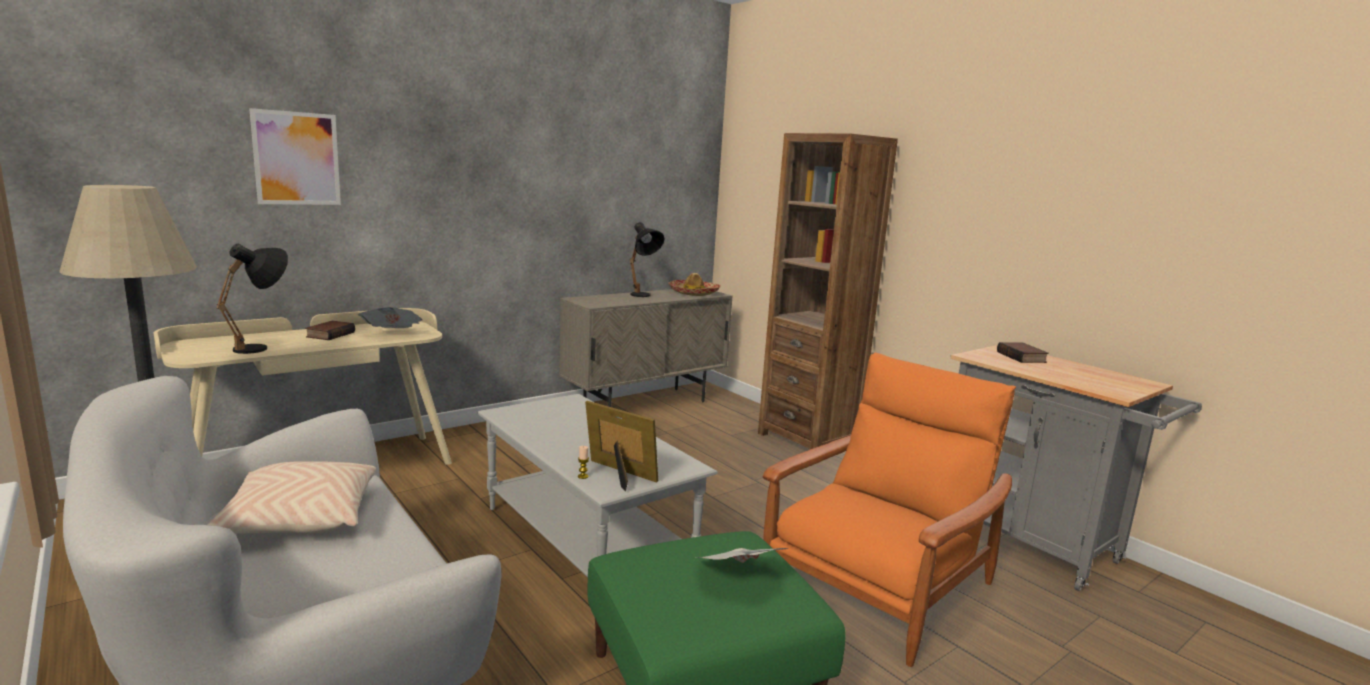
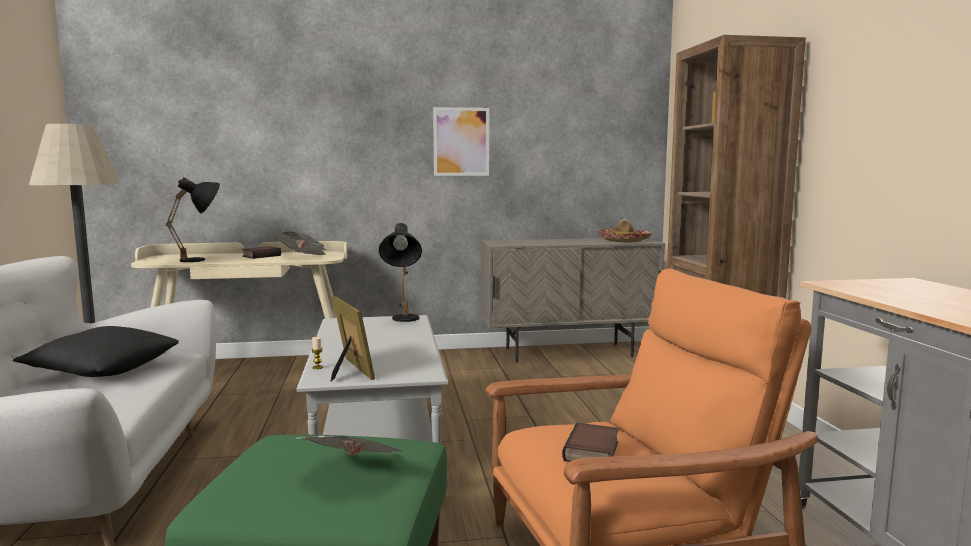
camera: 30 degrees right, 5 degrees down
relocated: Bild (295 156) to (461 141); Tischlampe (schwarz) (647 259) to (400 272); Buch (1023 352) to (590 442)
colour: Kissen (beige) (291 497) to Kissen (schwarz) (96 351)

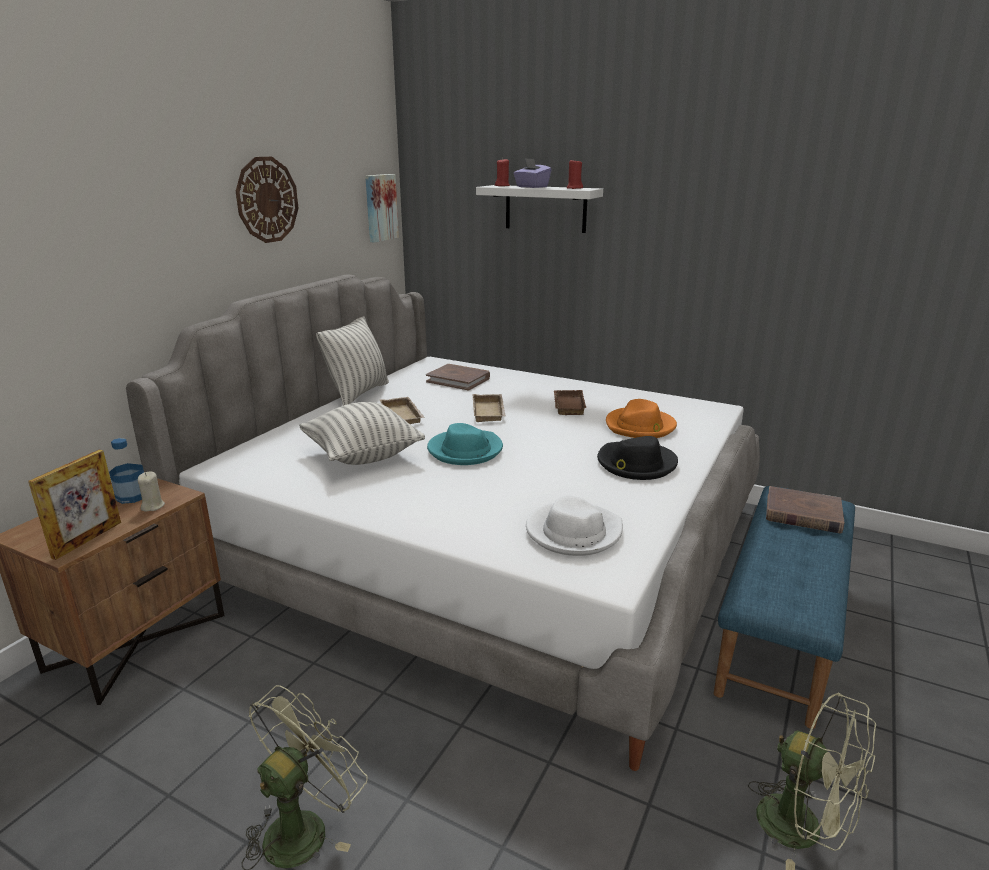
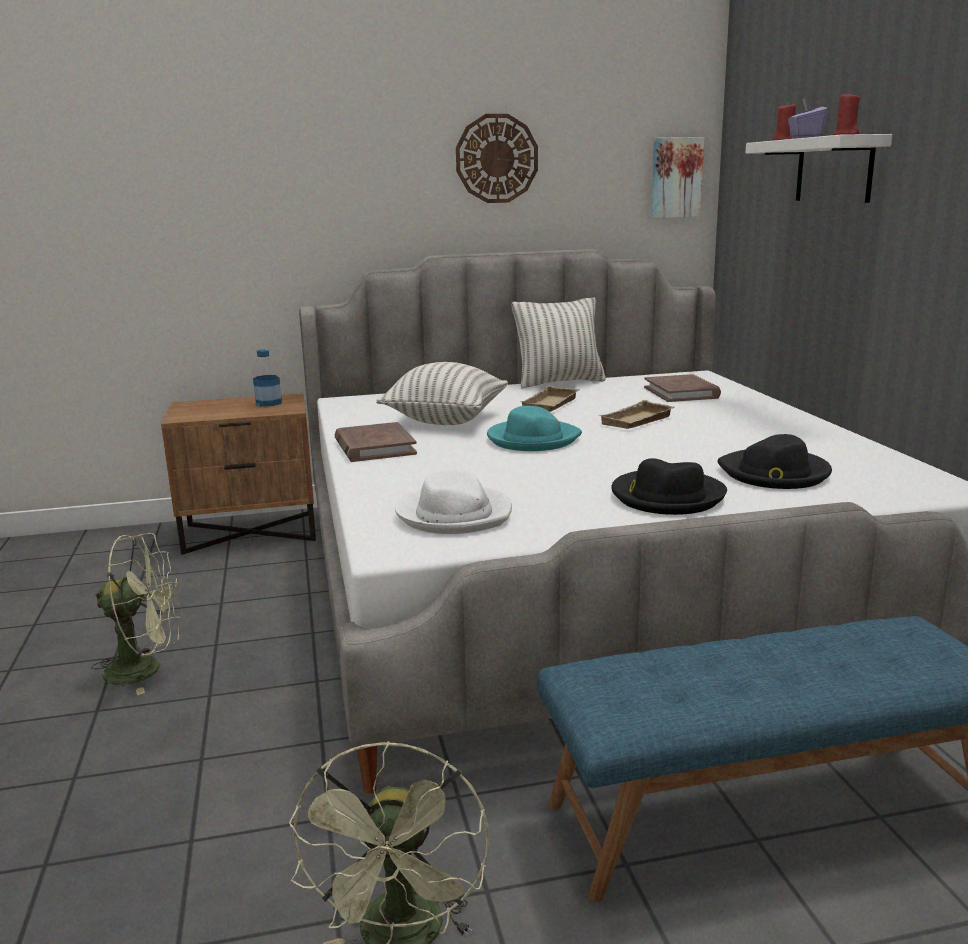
camera: 50 degrees right, 5 degrees down
missing: Tablett (braun) (570 402); Bilderrahmen (74 505); Kerze (beige) (151 491)
relocated: Buch (braun) (805 510) to (376 442)
colour: Hut (orange) (641 418) to Hut (schwarz) (775 461)

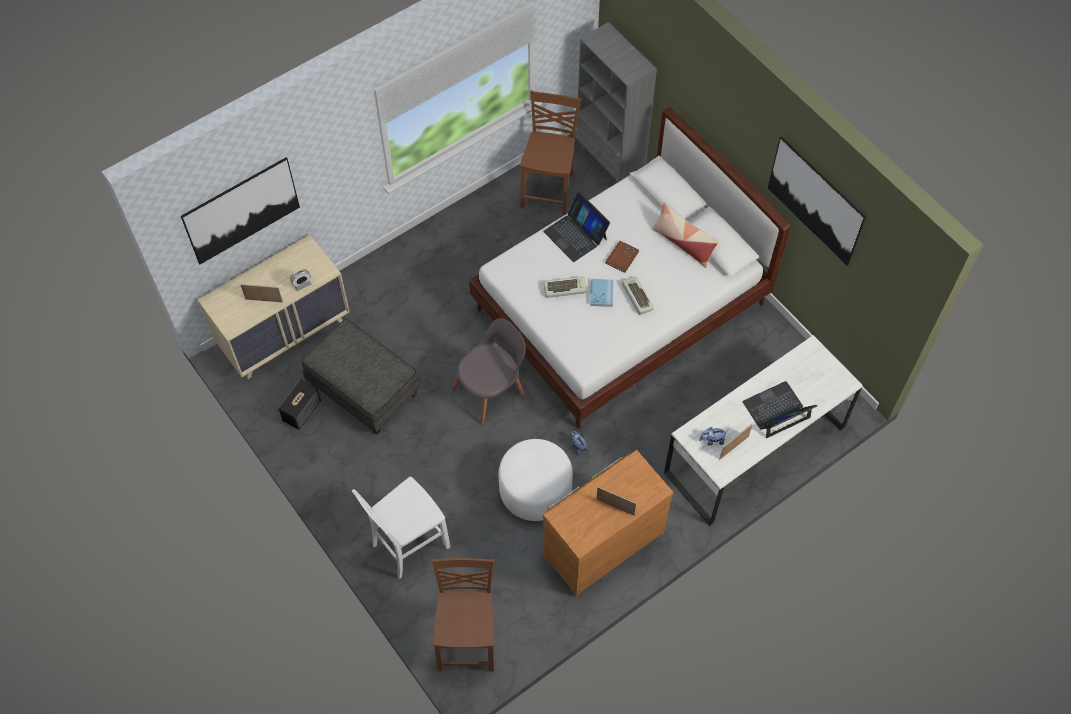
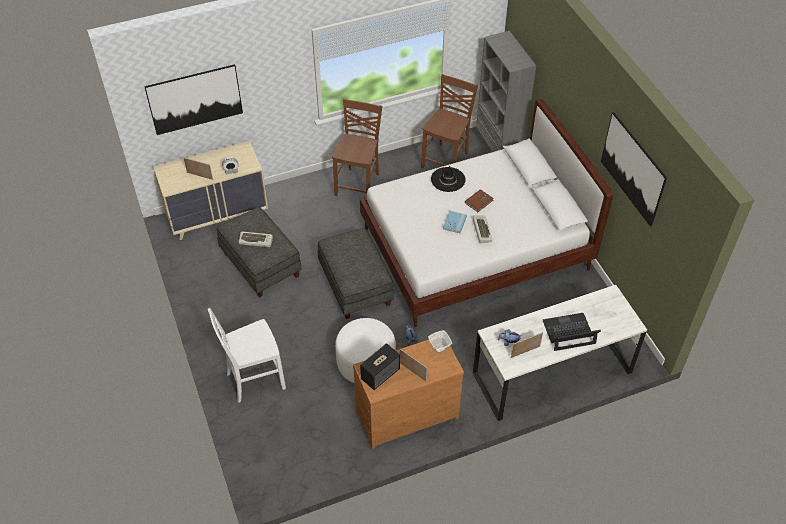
camera: 15 degrees right, 10 degrees down
missing: Kissen (686 235)
appeared: Schüssel (440 341)
relocated: Tastatur (565 287) to (255 239); Lautsprecher (299 404) to (380 366); Stuhl (braun) (463 615) to (357 148)
exchanged: Laptop (576 227) to Hut (schwarz) (448 179); Stuhl (grau) (489 371) to Polsterhocker (grau) (356 273)

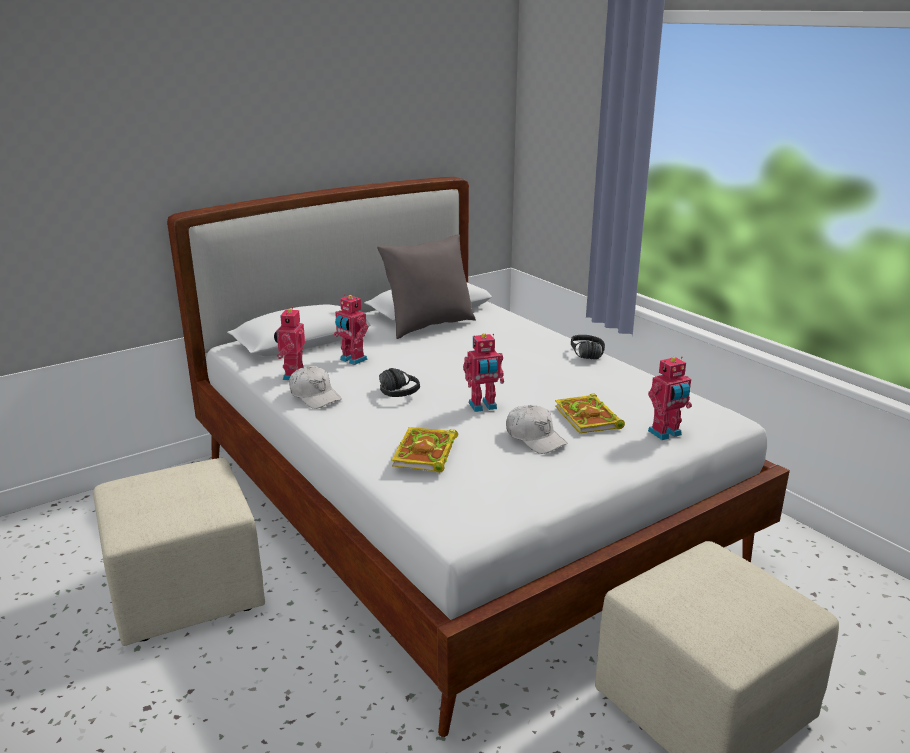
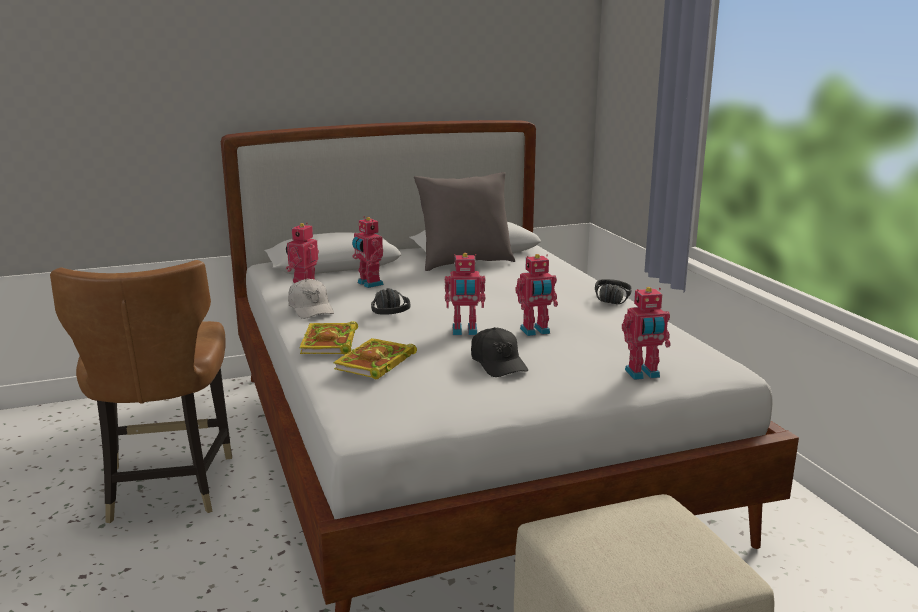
camera: 15 degrees right, 5 degrees down
appeared: Spielzeugroboter (536 295)
relocated: Buch (590 413) to (329 338)
exchanged: Polsterhocker (beige) (179 552) to Stuhl (braun) (141 391)
colour: Kappe (weiß) (537 429) to Kappe (schwarz) (499 352)

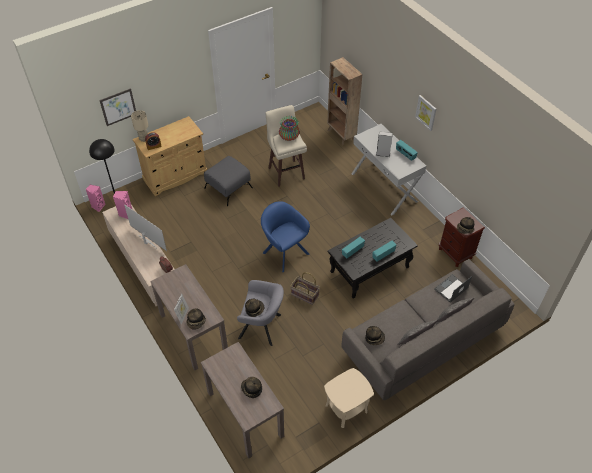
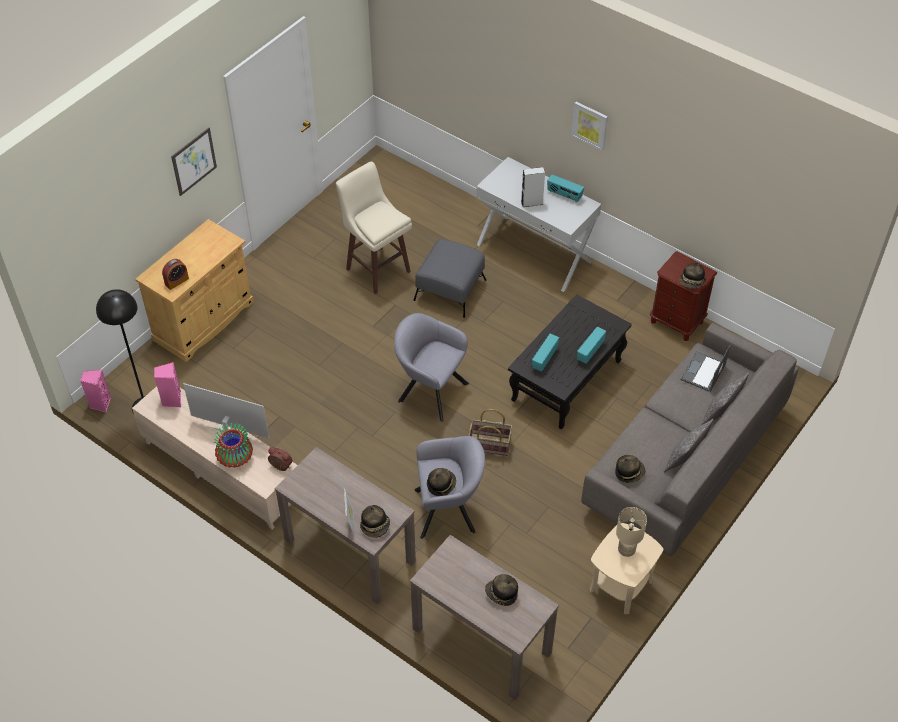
camera: 20 degrees left, 0 degrees up
missing: Bücherregal (braun) (344 101)
relocated: Bild (117 107) to (194 161); Tischlampe (beige) (139 126) to (631 532); Vase (289 128) to (233 445); Polsterhocker (grau) (228 181) to (449 278)
colour: Sessel (blau) (285 236) to Sessel (grau) (431 367)

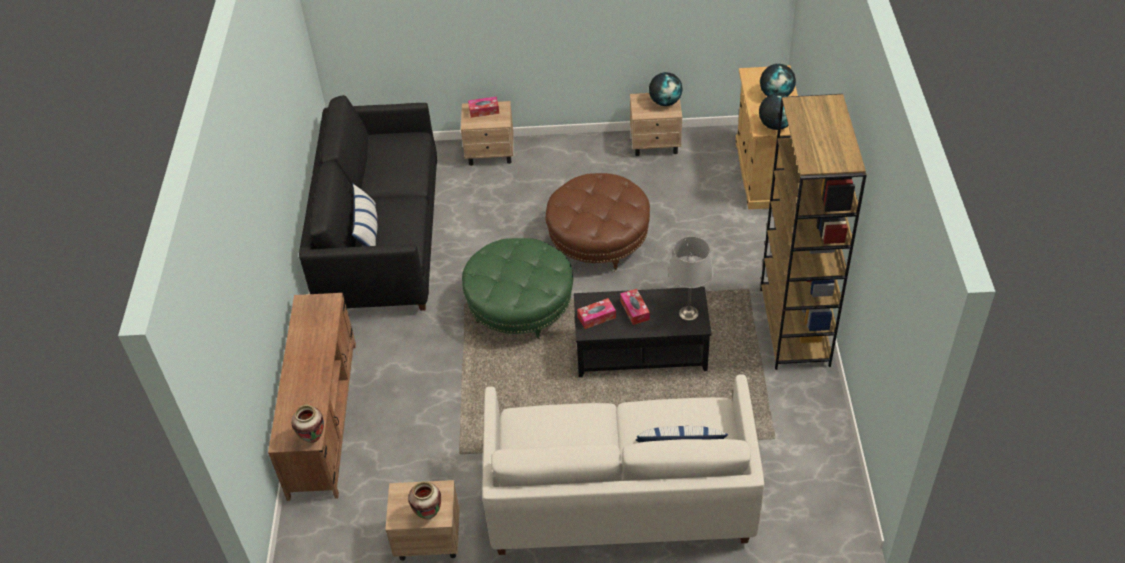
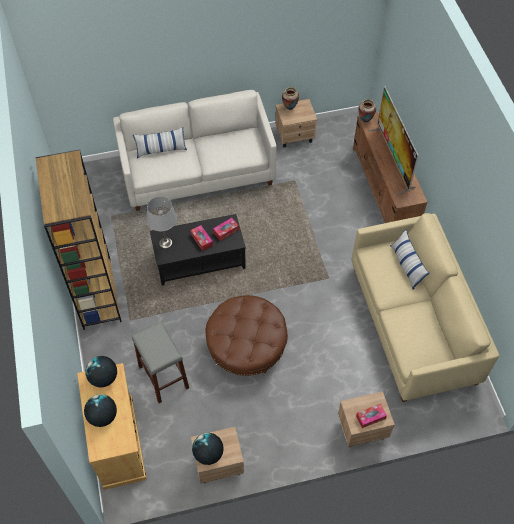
camera: 165 degrees right, 10 degrees up
missing: Polsterhocker (grün) (517 288)
appeared: Fernseher (393 141); Hocker (grau) (160 362)
colour: Sofa (schwarz) (368 203) to Sofa (beige) (425 307)

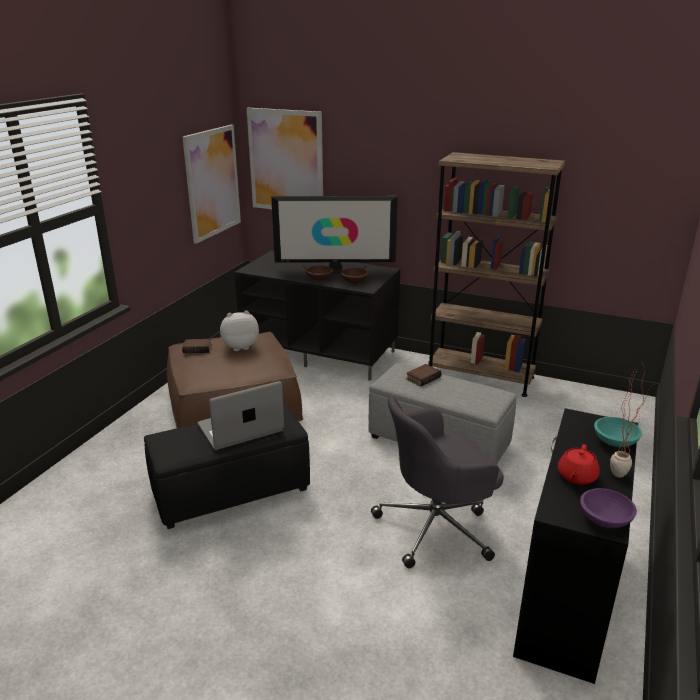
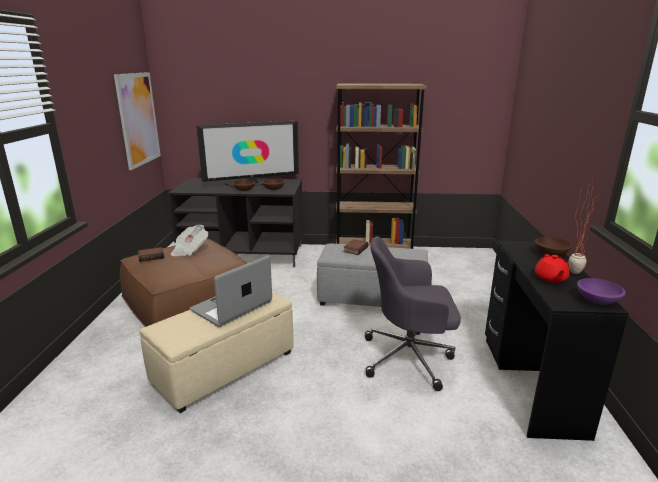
camera: 20 degrees left, 5 degrees down
missing: Bild (285 158)
exchanged: Plüschtier (239 331) to Zeitung (189 240)
colour: Polsterhocker (schwarz) (227 466) to Polsterhocker (beige) (217 352); Schüssel (türkis) (618 432) to Schüssel (braun) (553 246)
spun: Bürostuhl (grau) (437 482) = (413 313) 45 degrees clockwise

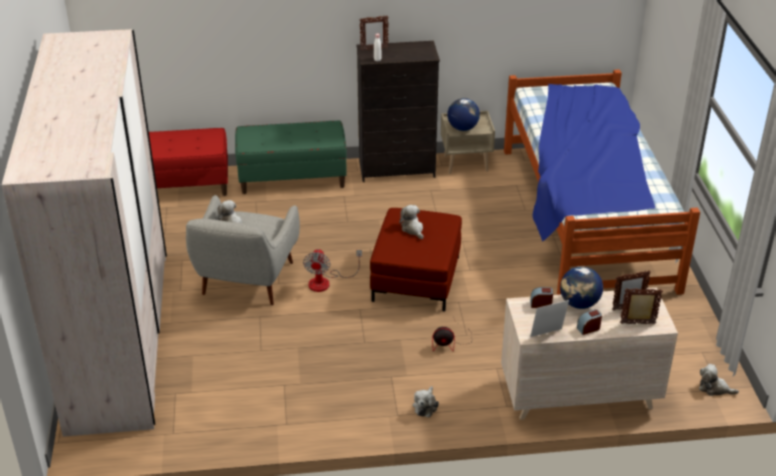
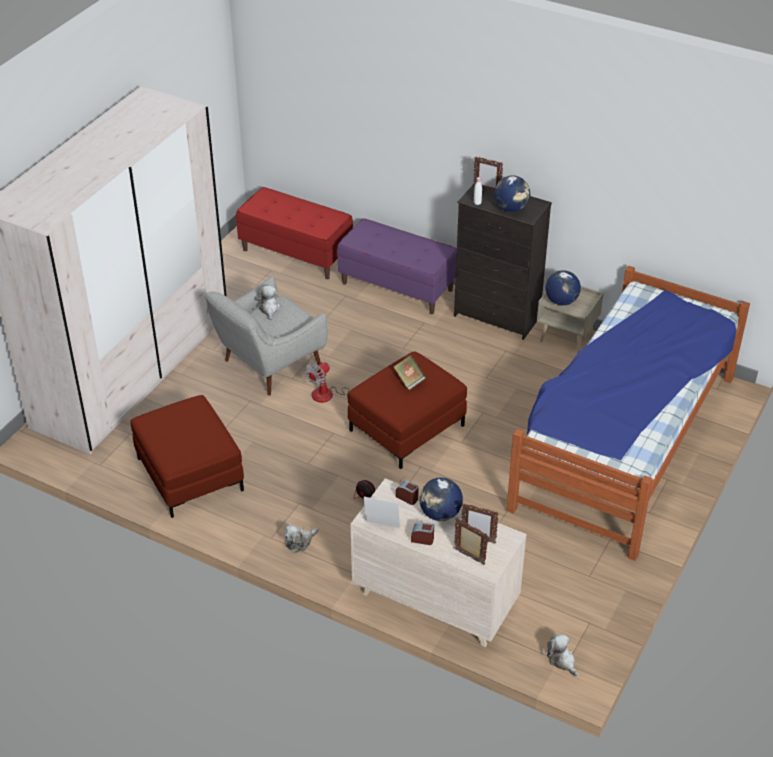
camera: 35 degrees right, 5 degrees up
appeared: Globus (512 194); Polsterhocker (rot) (187 456)
exchanged: Plüschtier (412 222) to Buch (410 372)
colour: Bank (grün) (291 157) to Bank (lila) (397 266)

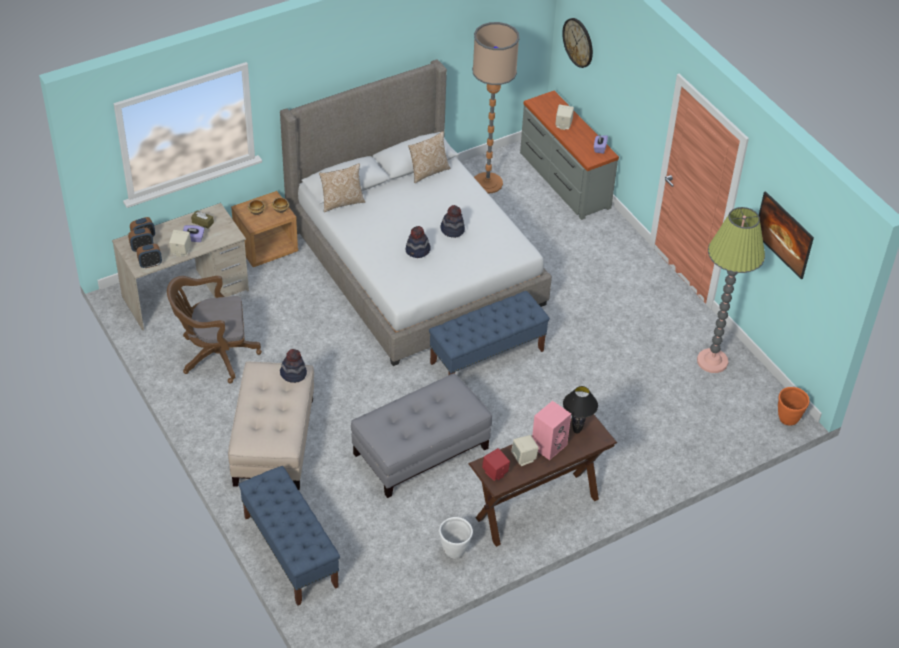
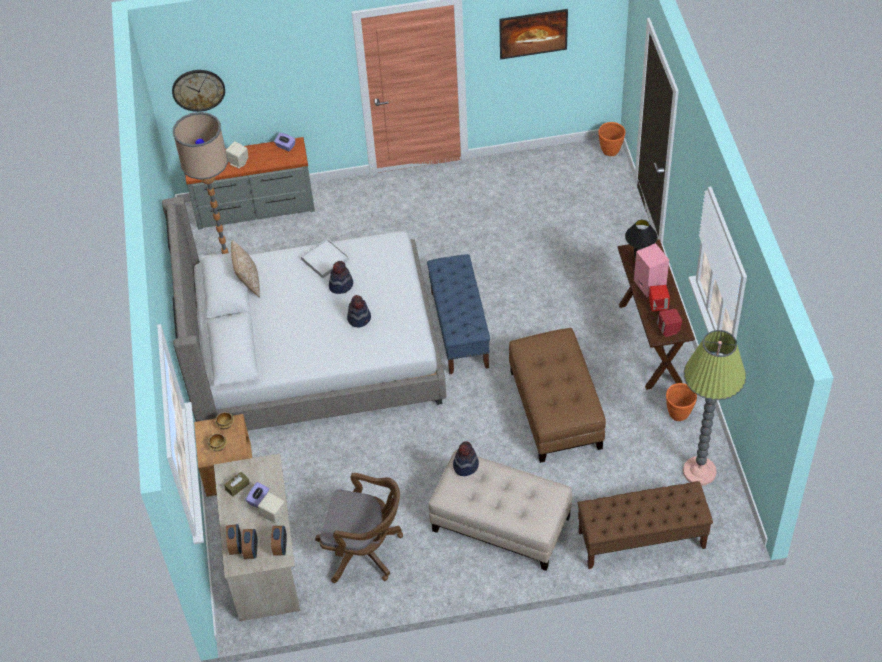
camera: 65 degrees left, 5 degrees up
missing: Kissen (342 187)
appeared: Tablett (weiß) (325 258)
relocated: Stehlampe (731 290) to (714 407)
colour: Polsterhocker (grau) (421 435) to Polsterhocker (braun) (557 395); Lautsprecher (beige) (525 450) to Lautsprecher (rot) (659 298); Bank (blau) (289 536) to Bank (braun) (645 525); Pflanzkübel (weiß) (456 538) to Pflanzkübel (orange) (681 402)
spun: Bürostuhl (braun) (214 330) = (359 528) 90 degrees counterclockwise

